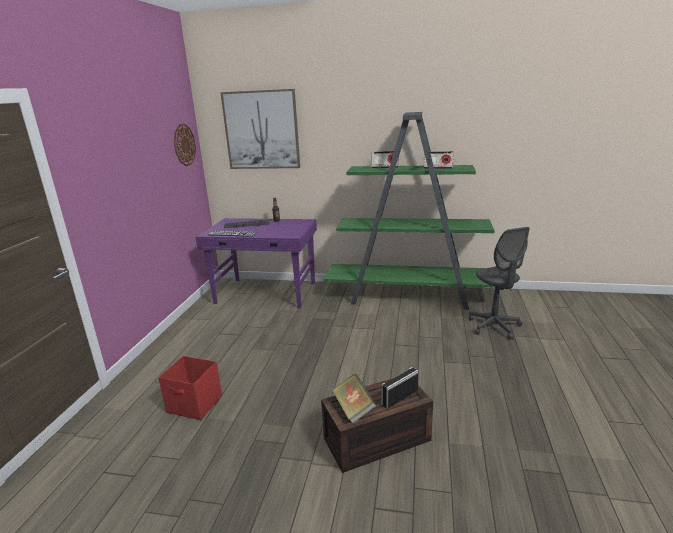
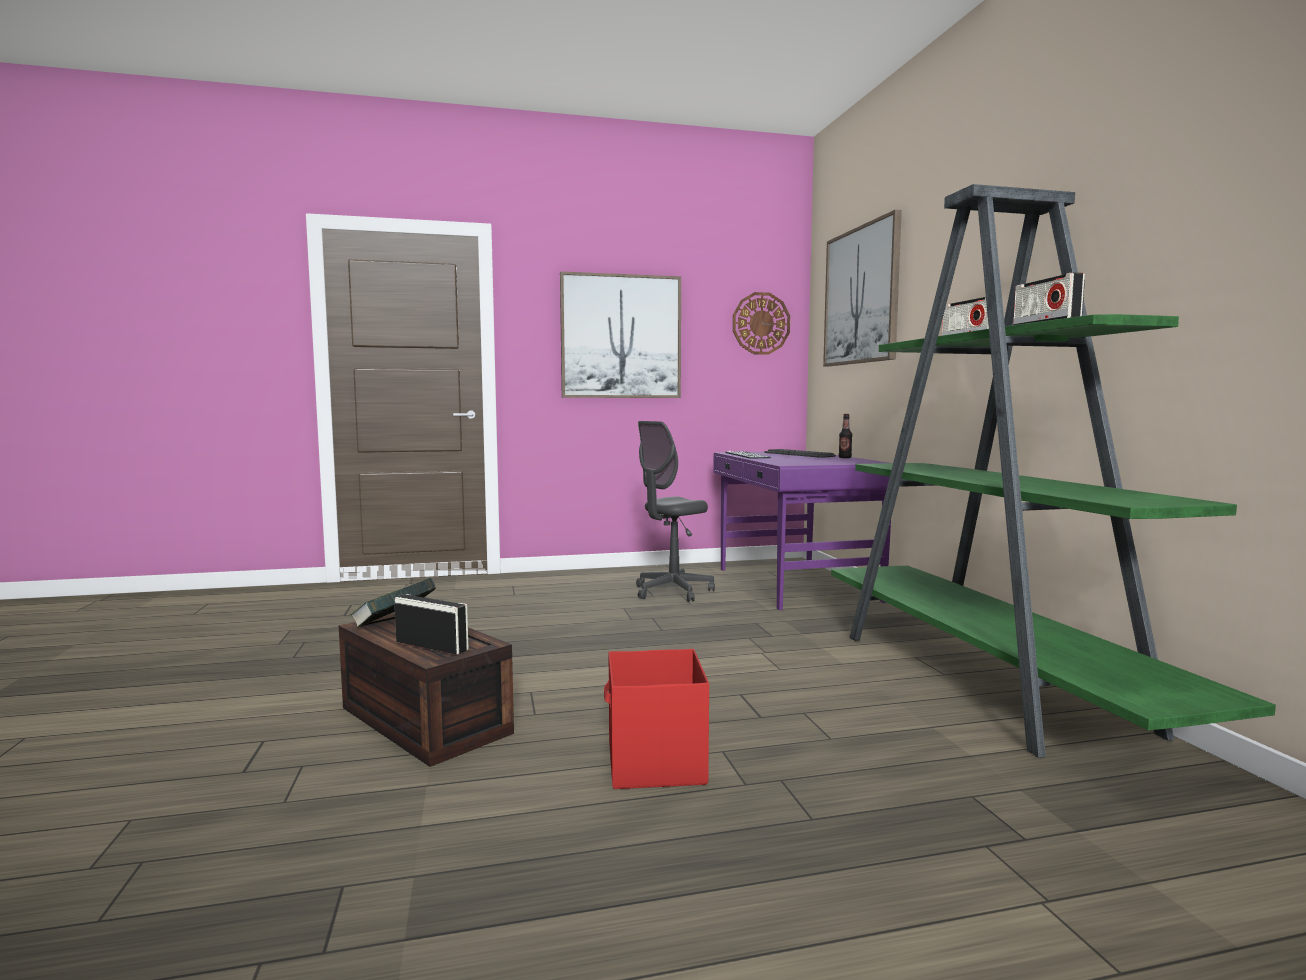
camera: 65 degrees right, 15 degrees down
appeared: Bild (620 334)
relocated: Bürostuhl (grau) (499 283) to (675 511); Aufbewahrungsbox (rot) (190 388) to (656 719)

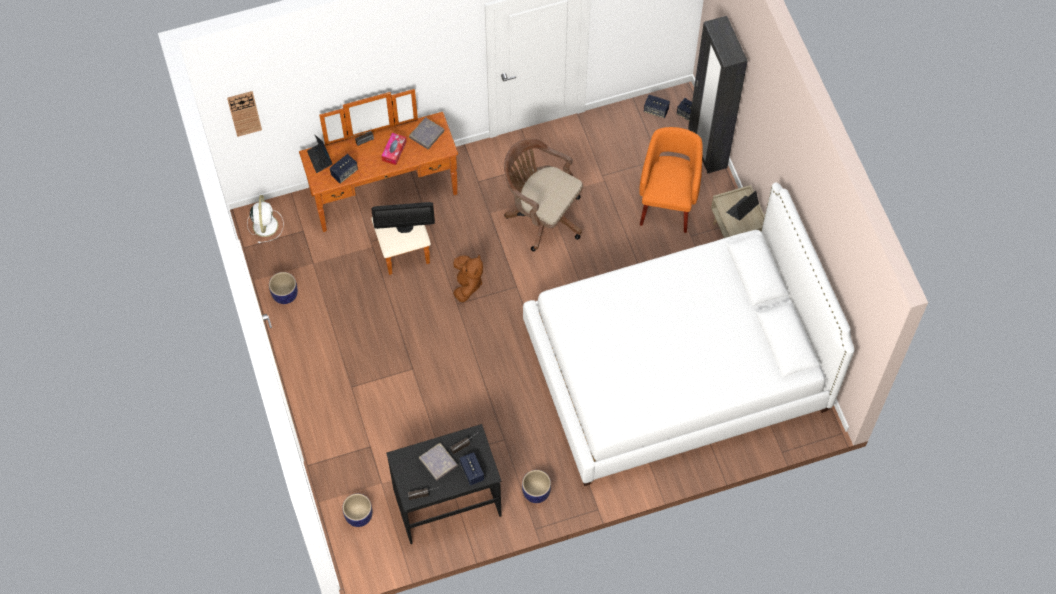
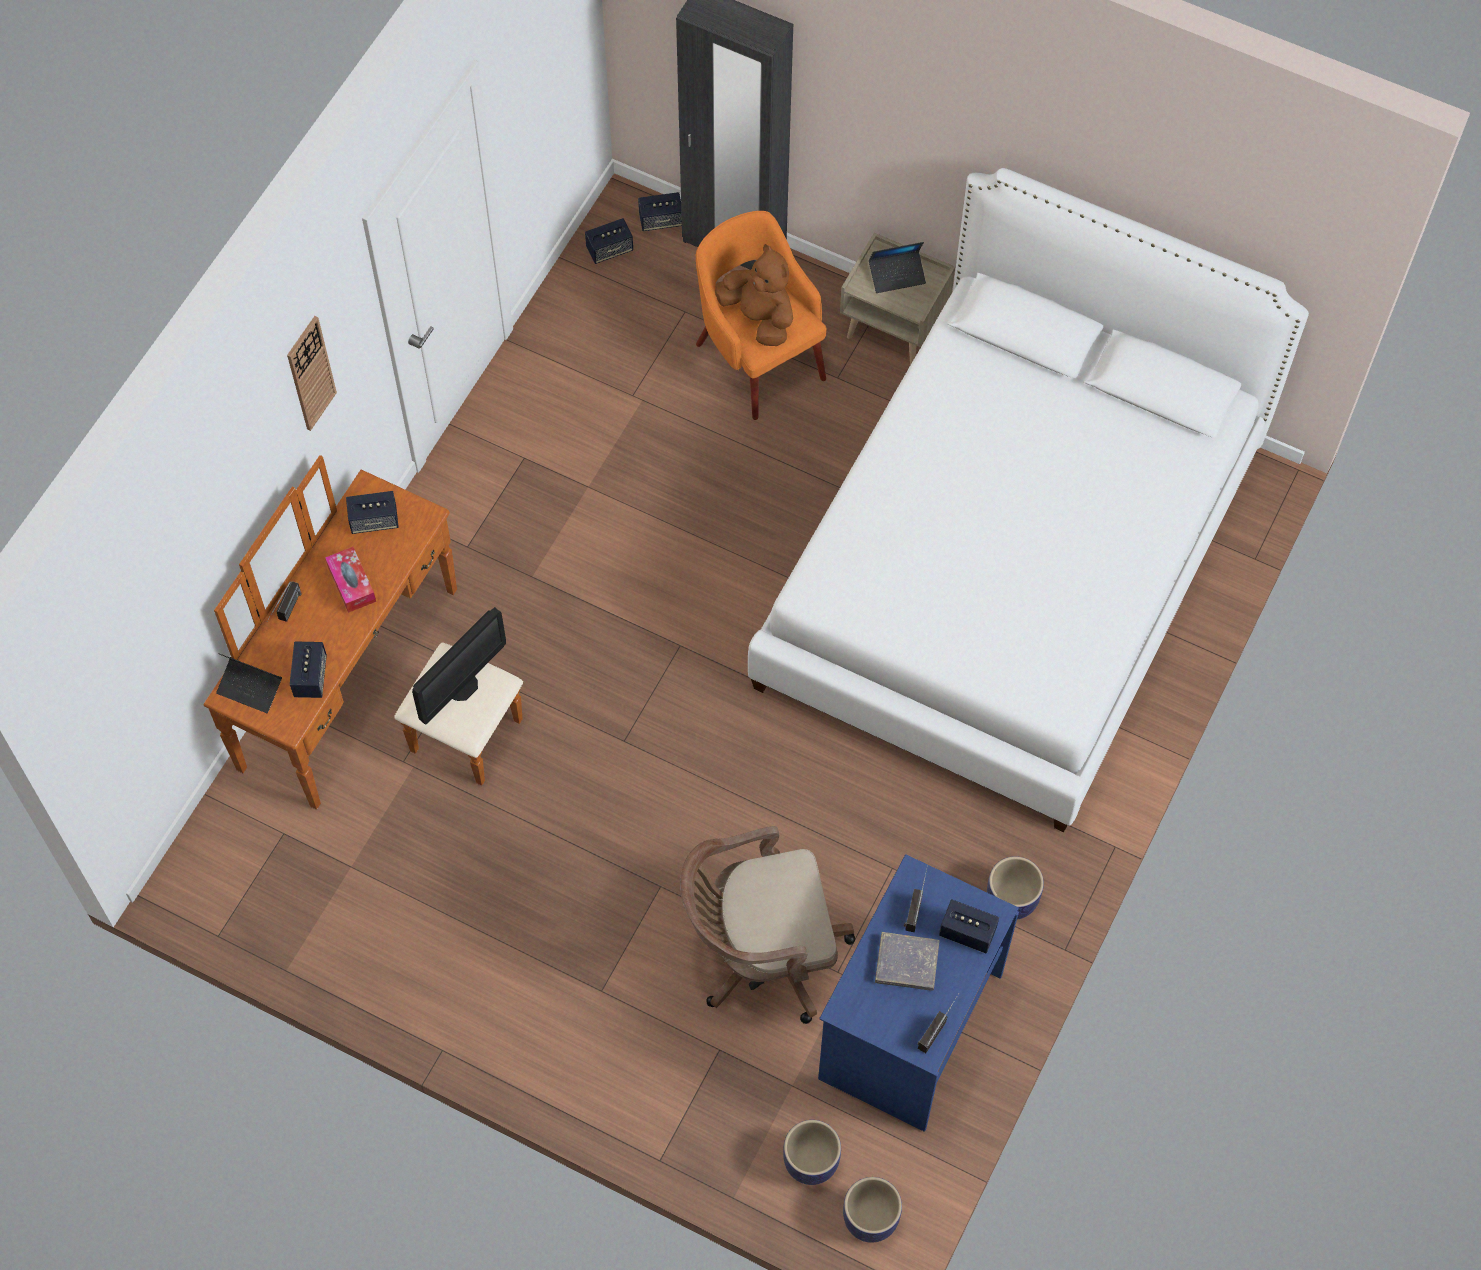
camera: 45 degrees left, 0 degrees up
missing: Ventilator (weiß) (265 219)
relocated: Wanduhr (244 114) to (312 373); Bürostuhl (braun) (543 194) to (767 925); Plüschtier (braun) (468 278) to (754 295); Pflanzkübel (283 288) to (872 1210)
exchanged: Buch (grau) (427 133) to Lautsprecher (372 512)
colour: Schreibtisch (schwarz) (444 484) to Schreibtisch (blau) (918 993)
spun: Laptop (742 205) = (897 267) 105 degrees counterclockwise

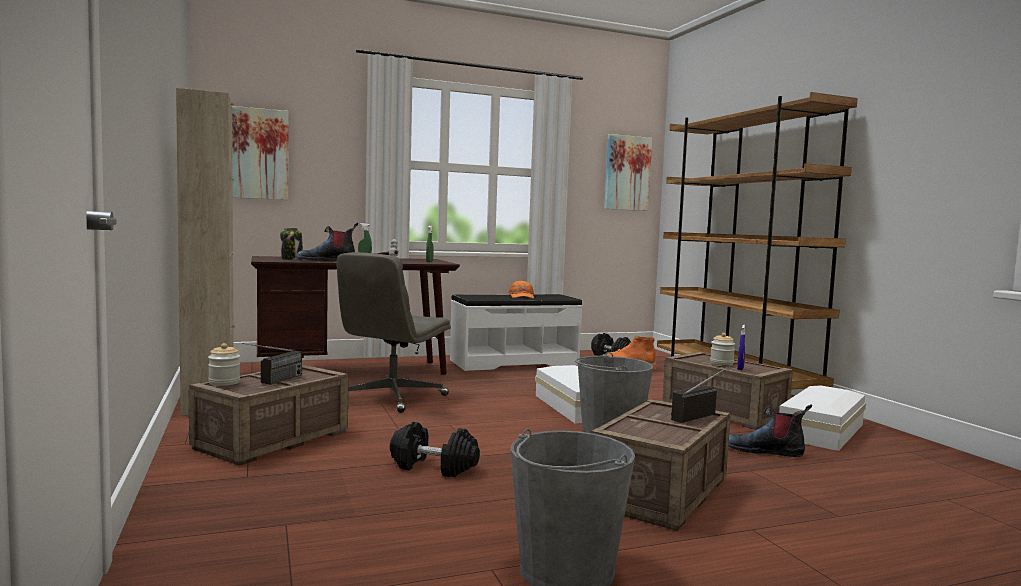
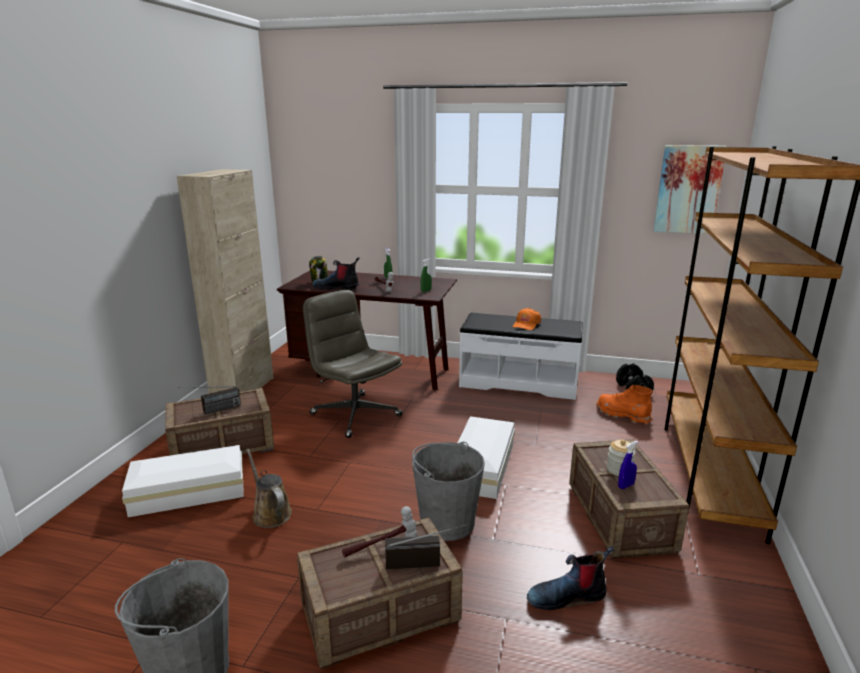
camera: 35 degrees right, 15 degrees up
missing: Bild (260 153); Vorratsglas (224 364)
appeared: Hammer (379 531)
relocated: Aufbewahrungsbox (weiß) (822 418) to (183 481)
exchanged: Hantel (schwarz) (435 449) to Gießkanne (braun) (269 488)
spun: Bürostuhl (grau) (394 332) = (353 364) 75 degrees clockwise; Stiefel (770 430) = (570 578) 60 degrees counterclockwise

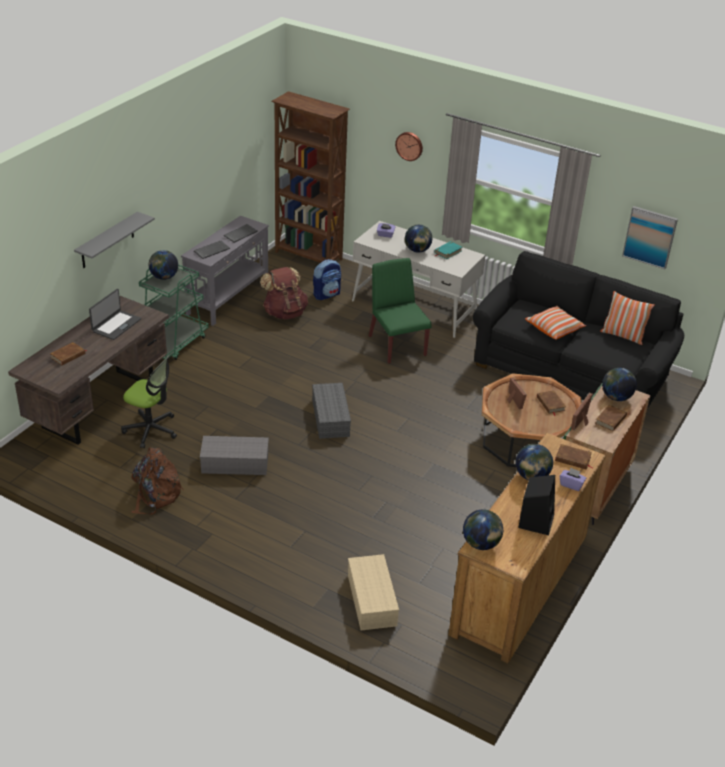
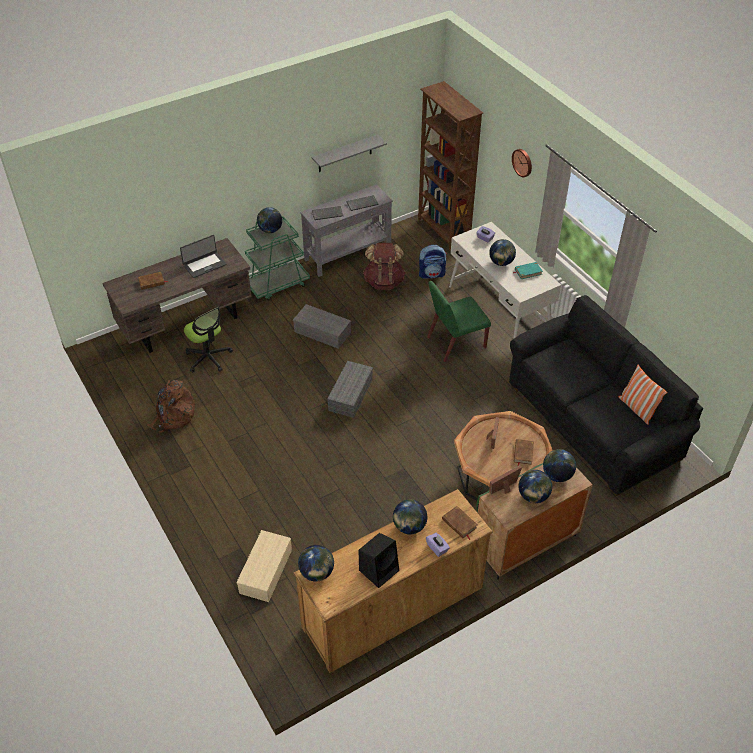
camera: 30 degrees right, 10 degrees up
missing: Bild (650 237); Kissen (556 323)
relocated: Wandregal (grau) (114 240) to (349 153); Aufbewahrungsbox (grau) (234 455) to (322 326)
exchanged: Buch (braun) (611 418) to Globus (535 486)
spun: Stuhl (grün) (400 311) = (459 321) 120 degrees counterclockwise

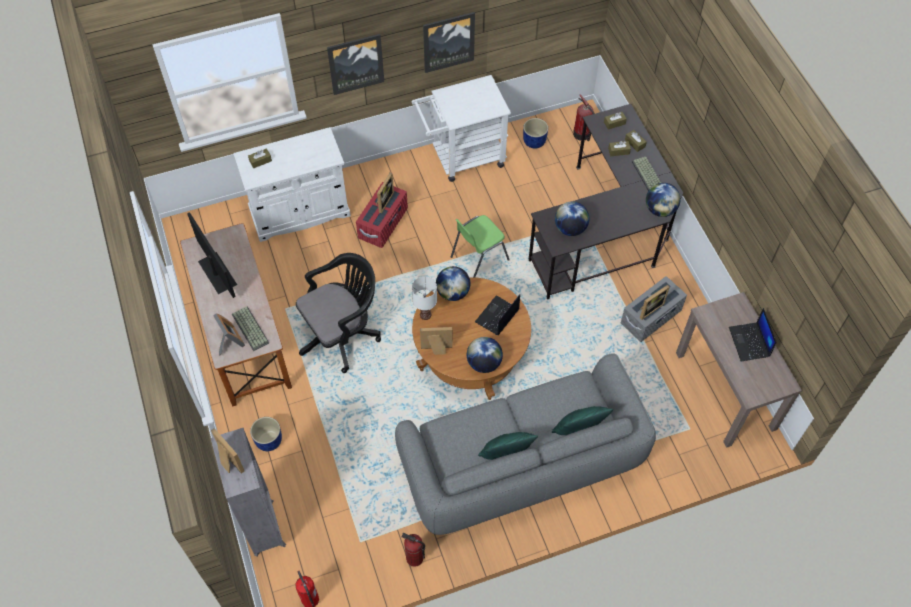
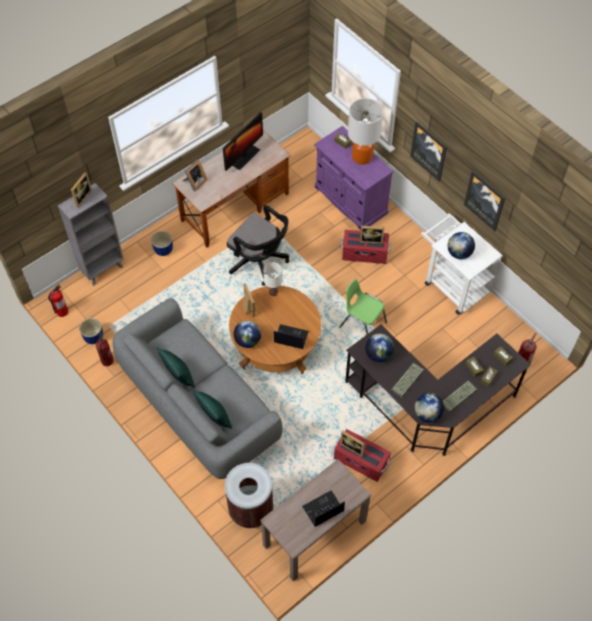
camera: 70 degrees right, 0 degrees up
appeared: Tischlampe (365 131); Mülleimer (braun) (249 495)
relocated: Pflanzkübel (blau) (535 133) to (91 331); Globus (453 283) to (461 245); Tastatur (250 328) to (407 380)
colour: Schrank (weiß) (292 184) to Schrank (lila) (354 178); Aufbewahrungsbox (grau) (654 309) to Aufbewahrungsbox (rot) (362 455)

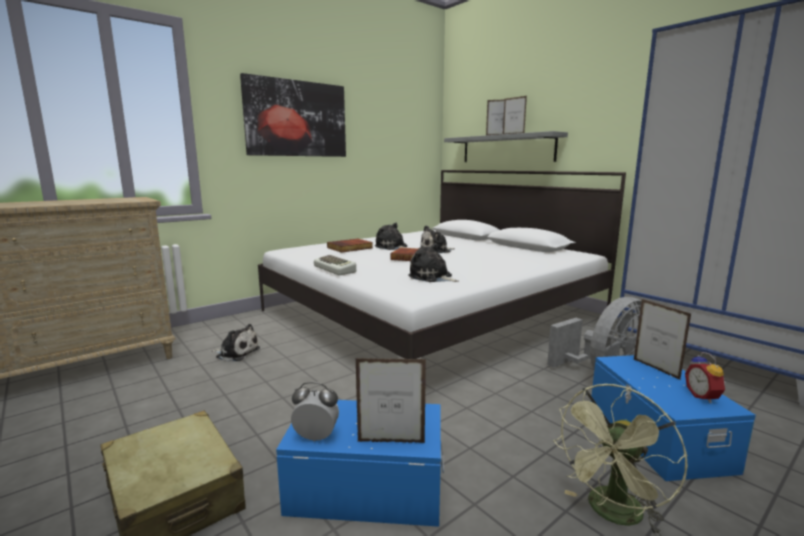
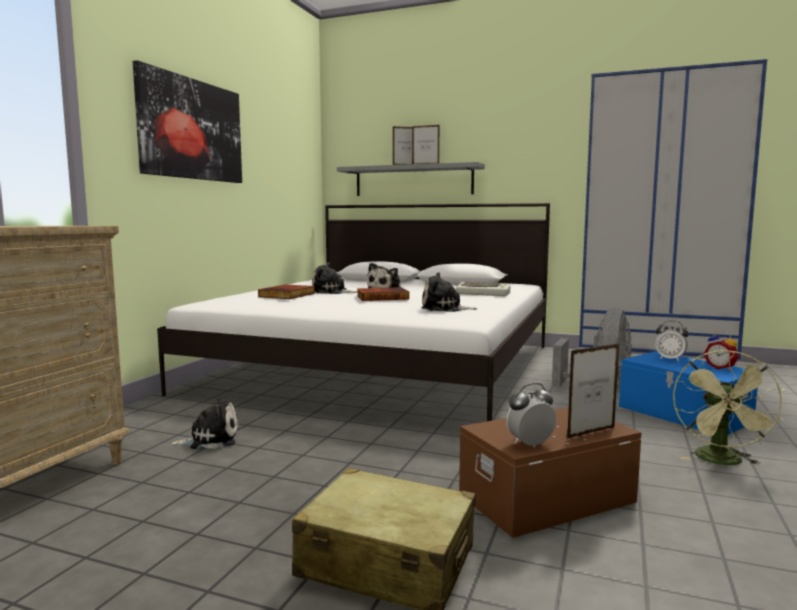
camera: 30 degrees left, 5 degrees down
relocated: Tastatur (335 265) to (483 289)
exchanged: Bilderrahmen (662 339) to Wecker (672 341)
colour: Aufbewahrungsbox (blau) (360 463) to Aufbewahrungsbox (braun) (550 472)

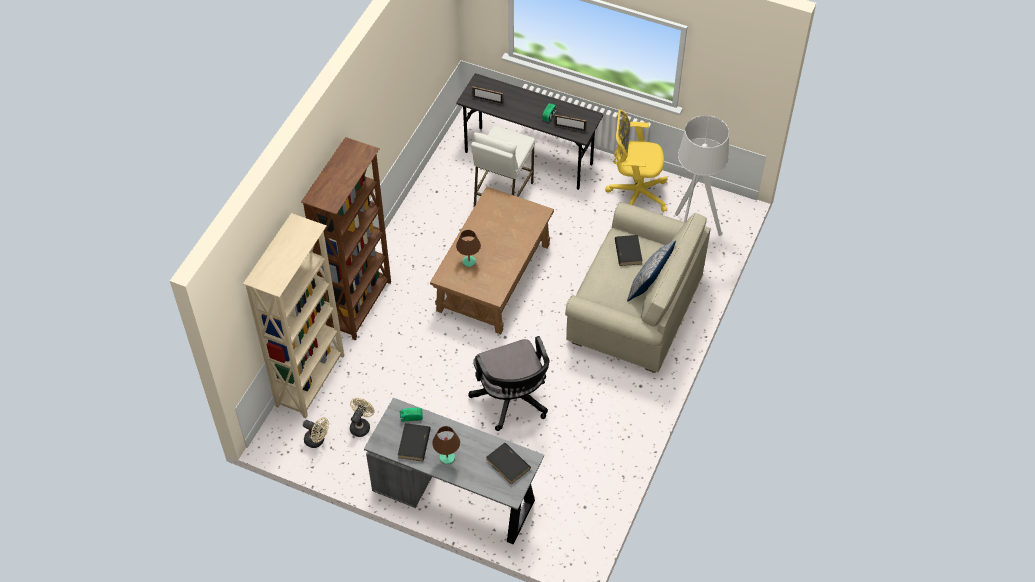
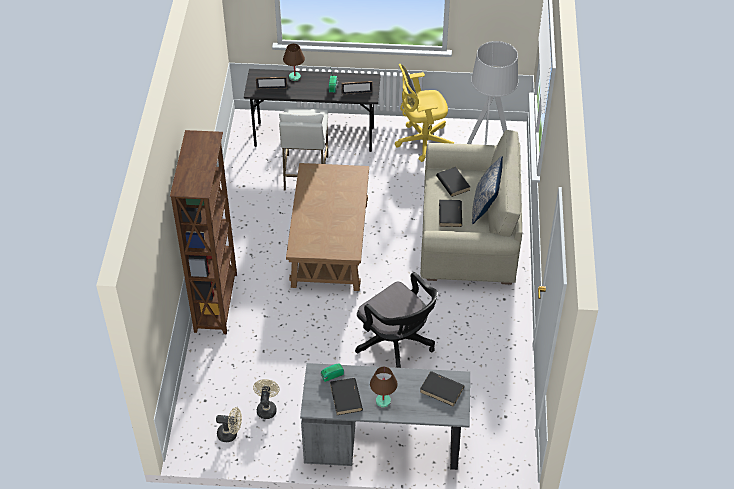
camera: 20 degrees left, 5 degrees down
missing: Bücherregal (beige) (294 315)
appeared: Buch (schwarz) (450 213)
relocated: Tischlampe (braun) (468 249) to (294 62)

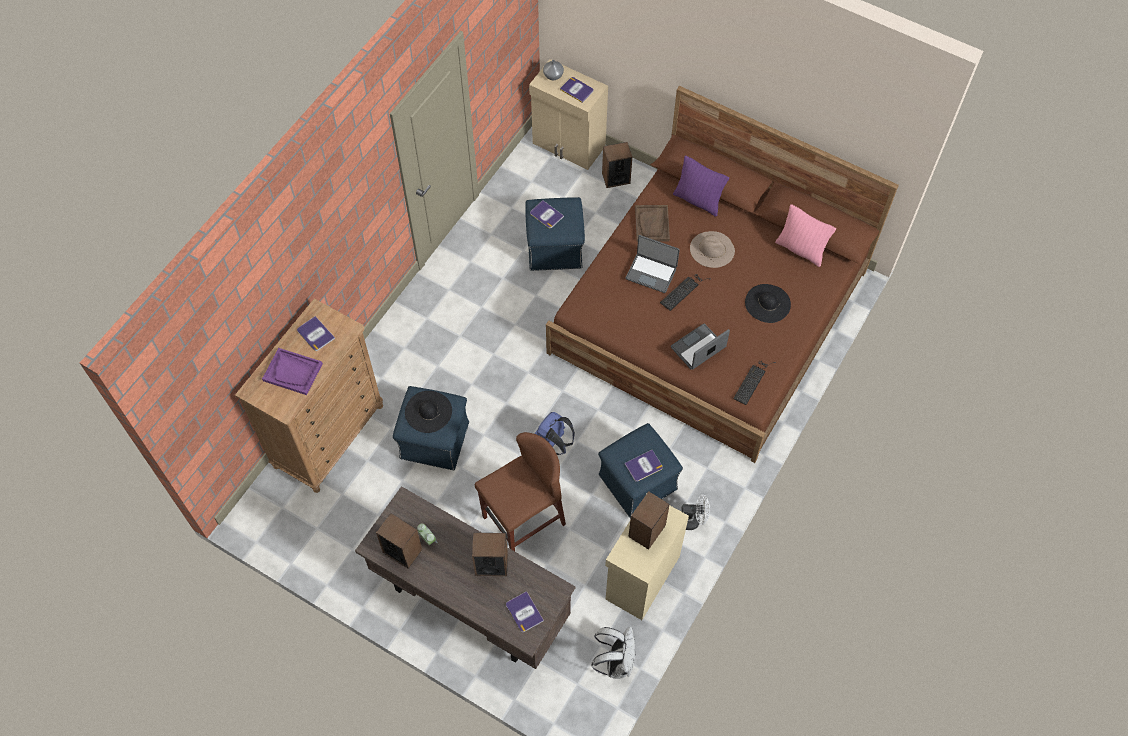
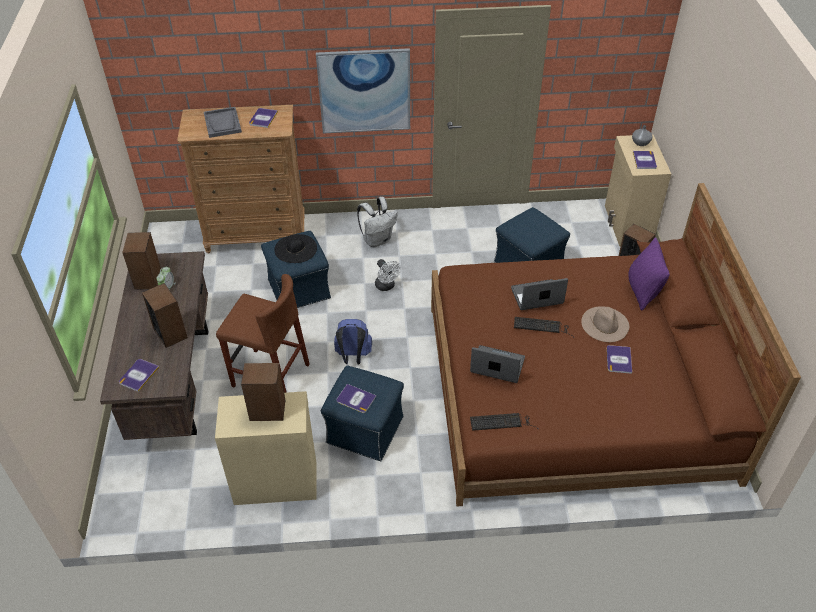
camera: 55 degrees right, 15 degrees down
missing: Kissen (rosa) (805 235); Tablett (braun) (652 223); Hut (schwarz) (768 303)
appeared: Bild (363 90)
relocated: Buch (547 214) to (619 359); Ventilator (weiß) (695 512) to (388 275); Rucksack (weiß) (613 653) to (377 222)
colour: Tablett (lila) (292 371) to Tablett (grau) (223 122)
spun: Laptop (652 264) = (539 294) 90 degrees clockwise

